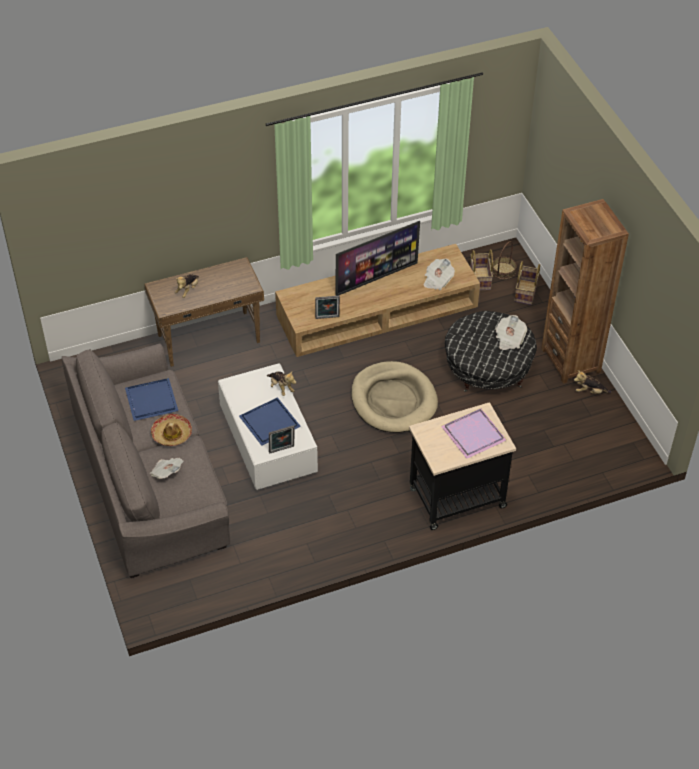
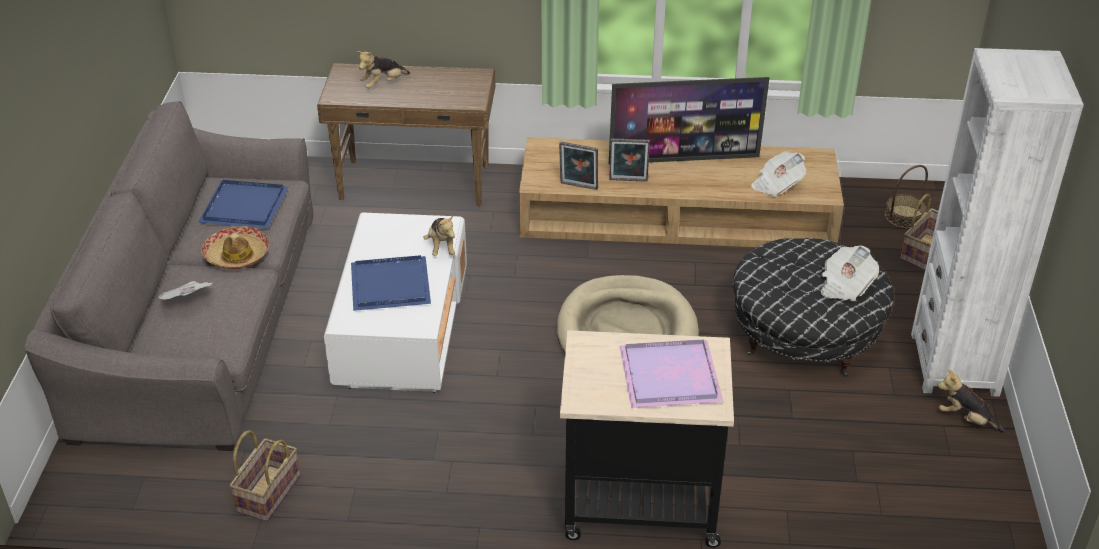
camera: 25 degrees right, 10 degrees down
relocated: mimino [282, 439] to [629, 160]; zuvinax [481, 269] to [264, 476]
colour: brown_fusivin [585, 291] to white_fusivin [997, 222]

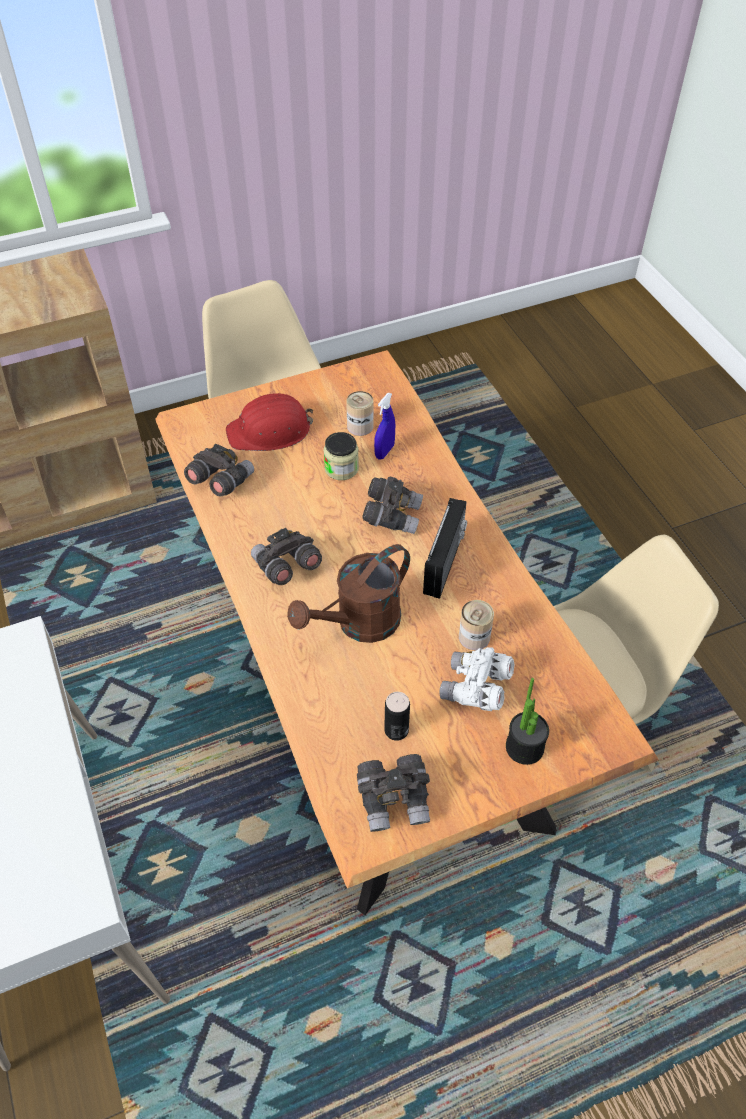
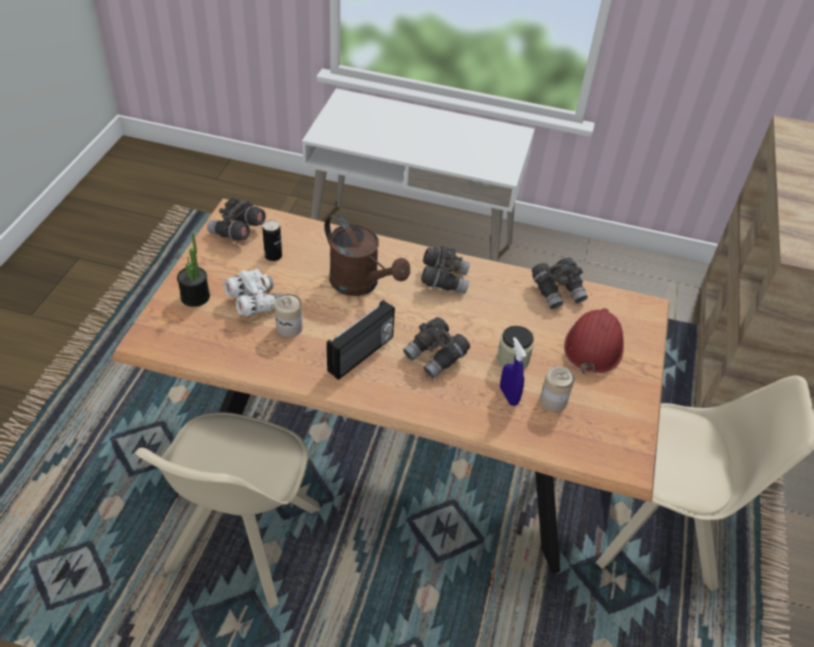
camera: 125 degrees right, 5 degrees down
spun: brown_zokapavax [348, 593] = [367, 255] 135 degrees clockwise; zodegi [445, 548] = [361, 340] 105 degrees counterclockwise

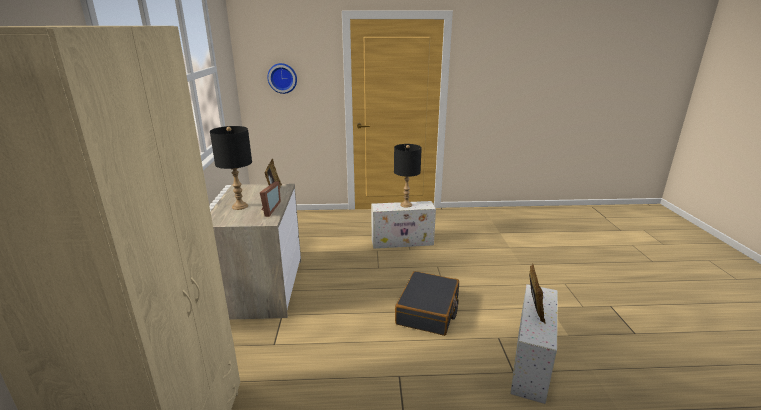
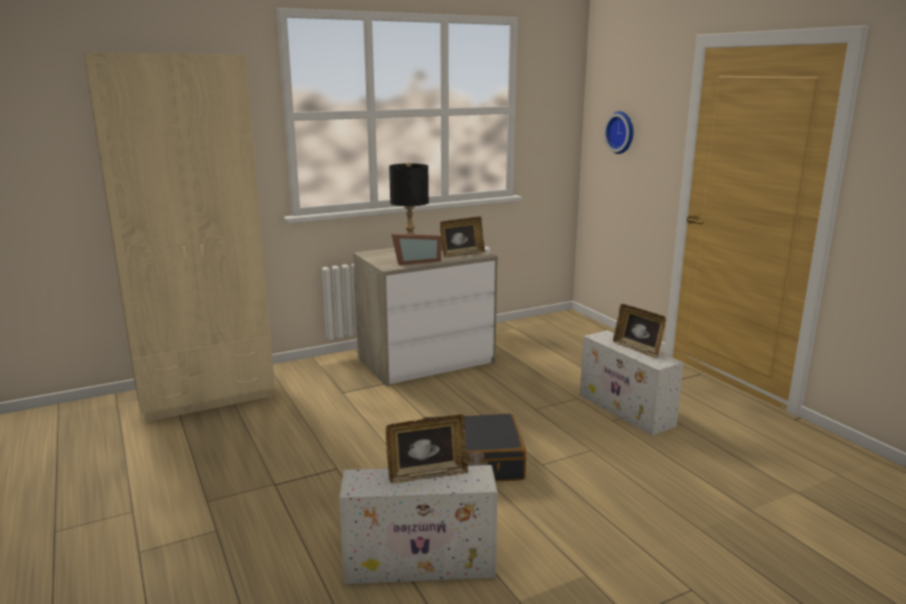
camera: 65 degrees right, 5 degrees down
exchanged: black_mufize [408, 176] to mimino [639, 331]

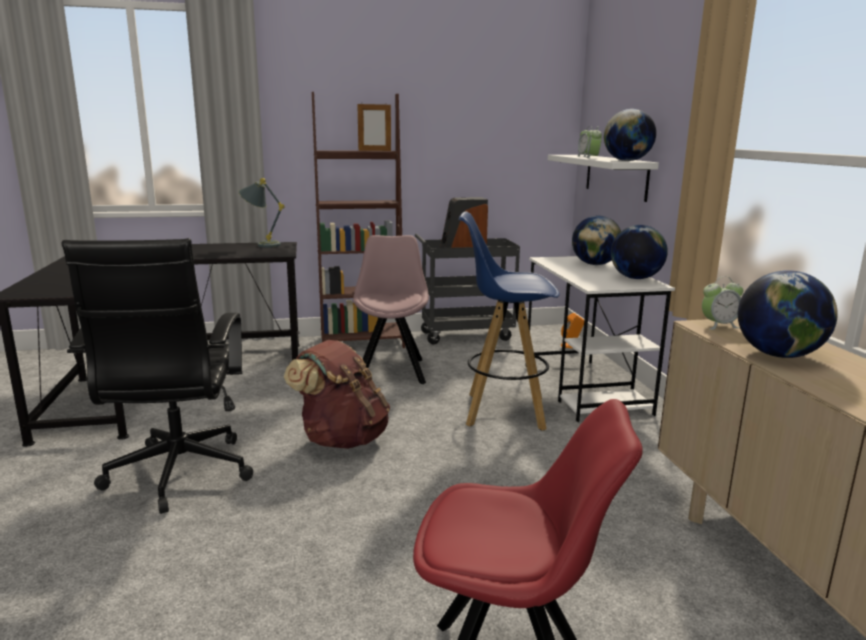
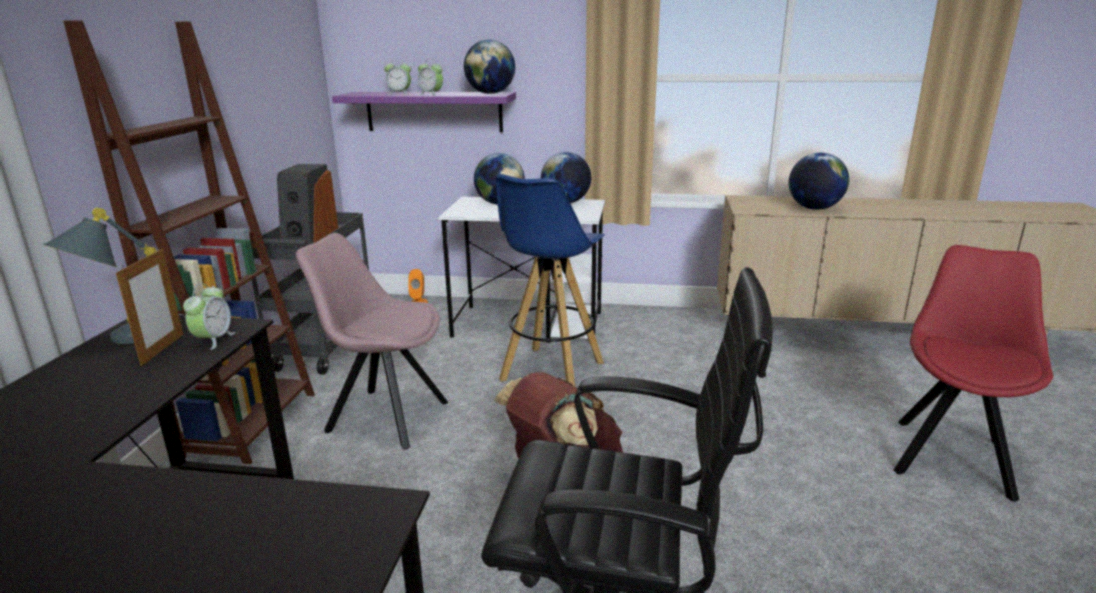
camera: 70 degrees left, 5 degrees up
relocated: mimino [374, 126] to [149, 307]; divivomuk [722, 303] to [209, 316]
colour: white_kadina [603, 178] to purple_kadina [424, 112]

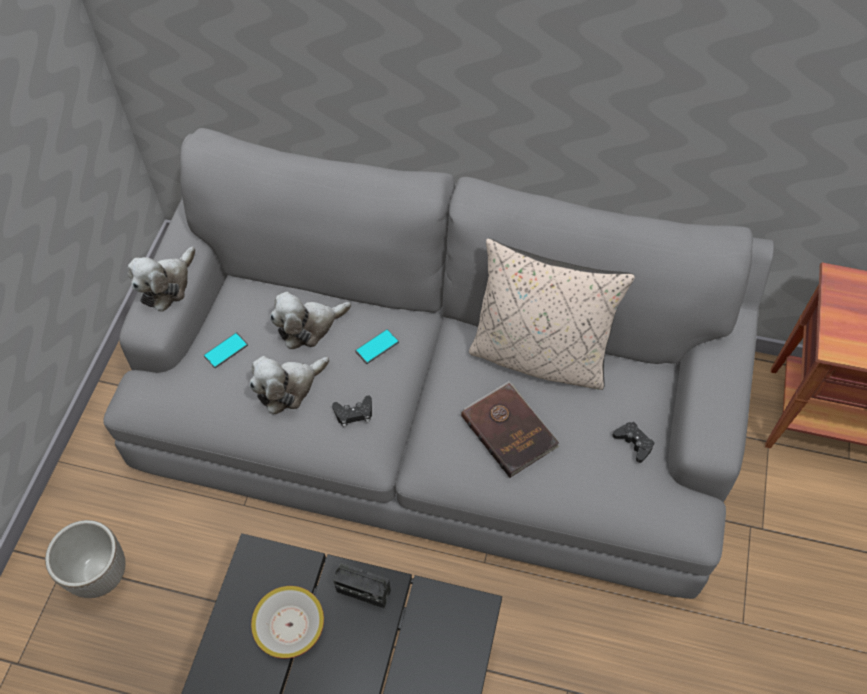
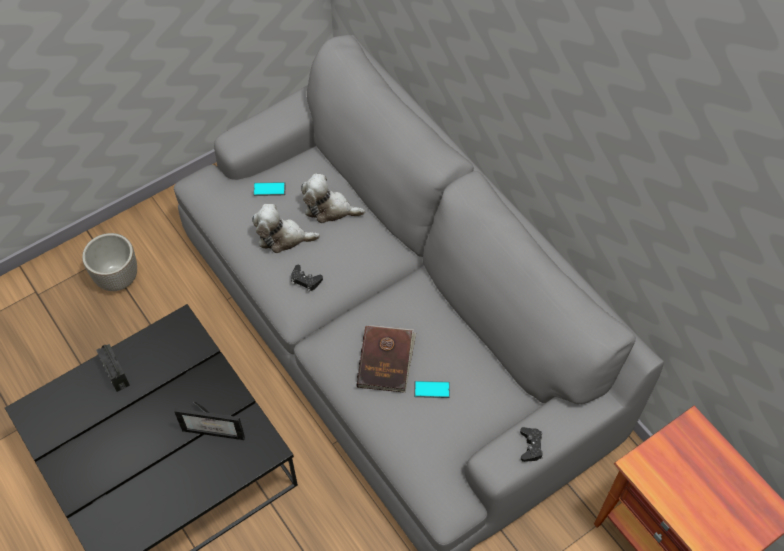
camera: 40 degrees right, 0 degrees up
missing: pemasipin [161, 279]; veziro [287, 622]; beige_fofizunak [552, 314]
appeared: mimino [209, 421]
relocated: zodegi [362, 585] to [113, 368]; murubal [377, 346] to [432, 389]; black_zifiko [633, 442] to [531, 444]

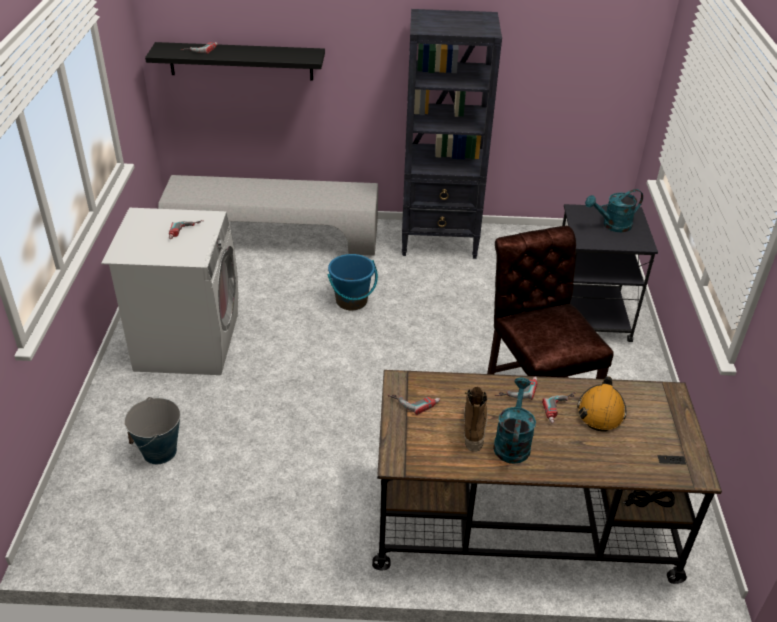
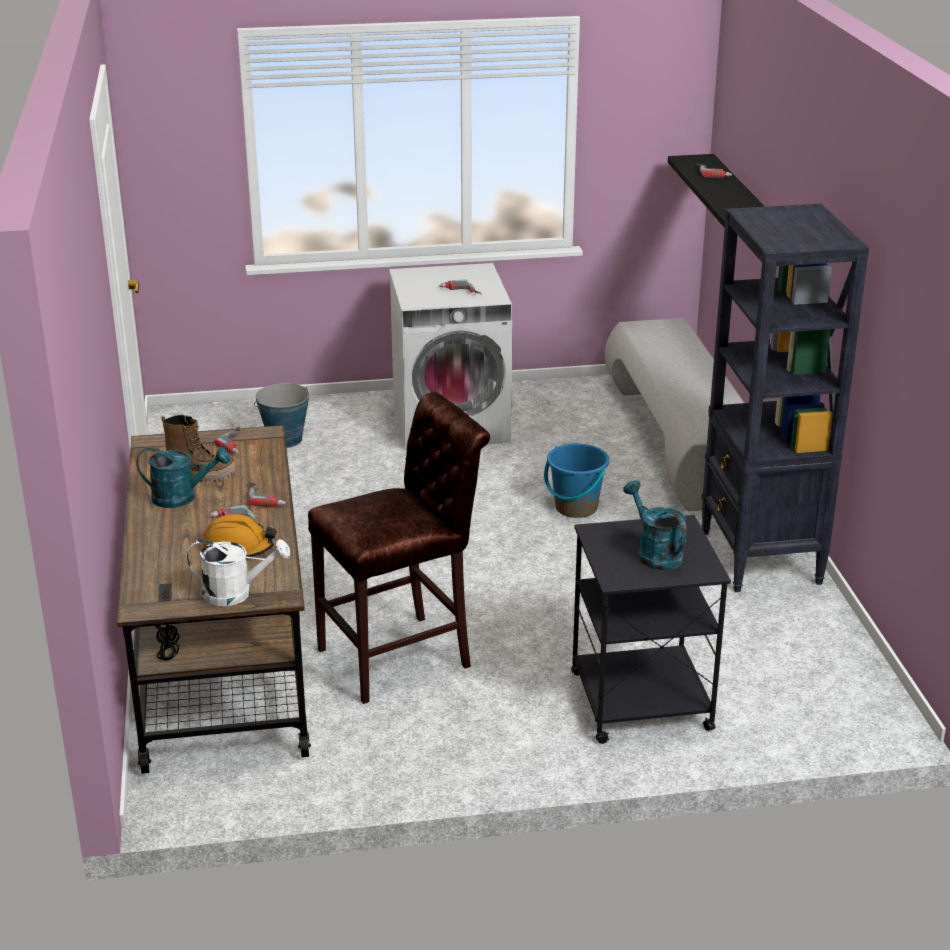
camera: 80 degrees right, 10 degrees down
appeared: white_zokapavax [238, 572]

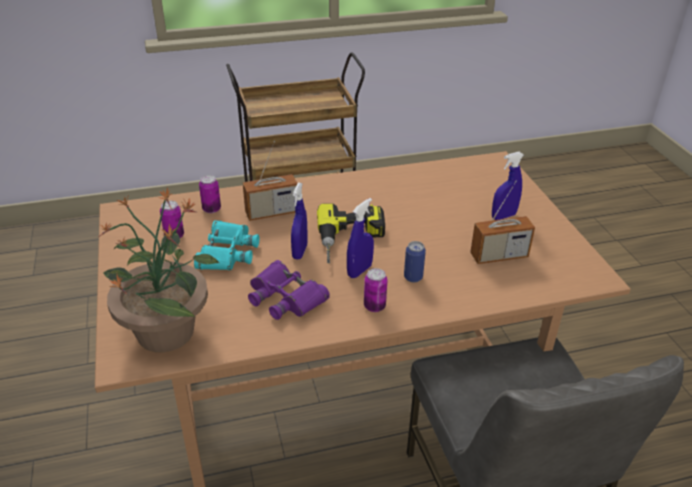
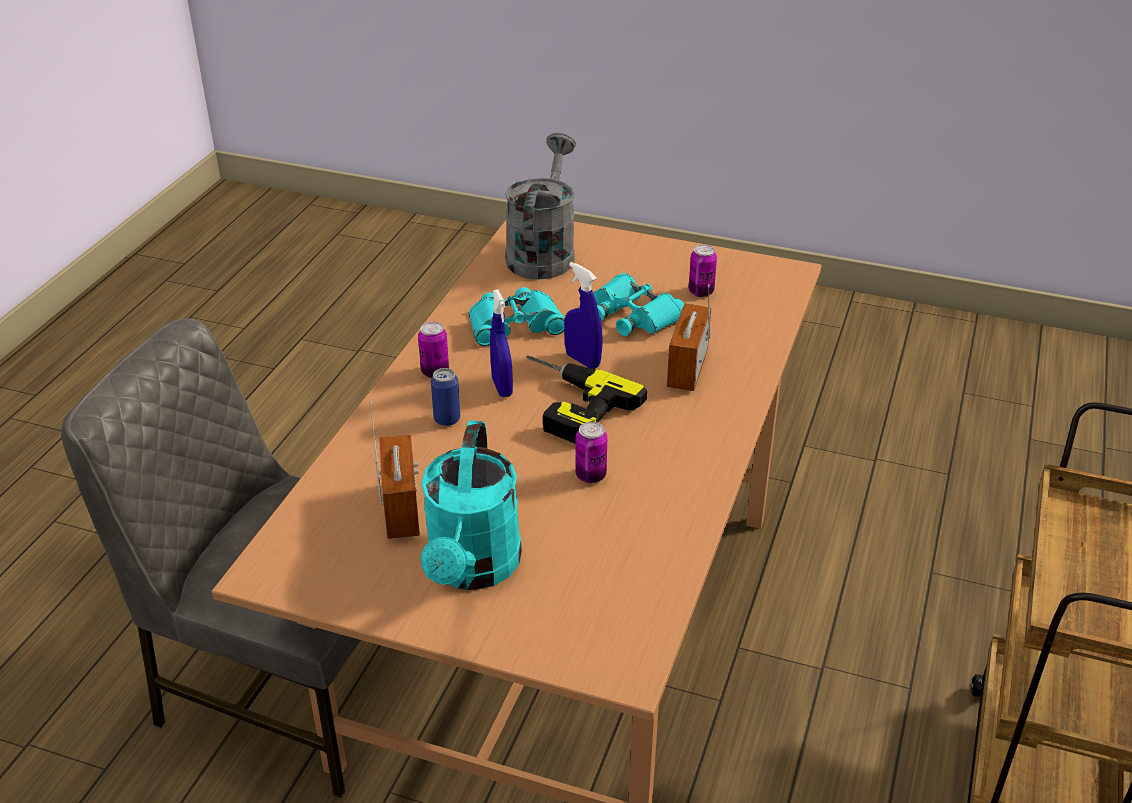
camera: 125 degrees right, 0 degrees up
relocated: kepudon [210, 194] to [591, 452]
exchanged: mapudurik [159, 269] to grey_zokapavax [540, 206]; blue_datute [508, 186] to turquoise_zokapavax [471, 505]
colour: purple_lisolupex [289, 290] to turquoise_lisolupex [516, 316]
spun: zodegi [502, 222] = [395, 470] 150 degrees clockwise

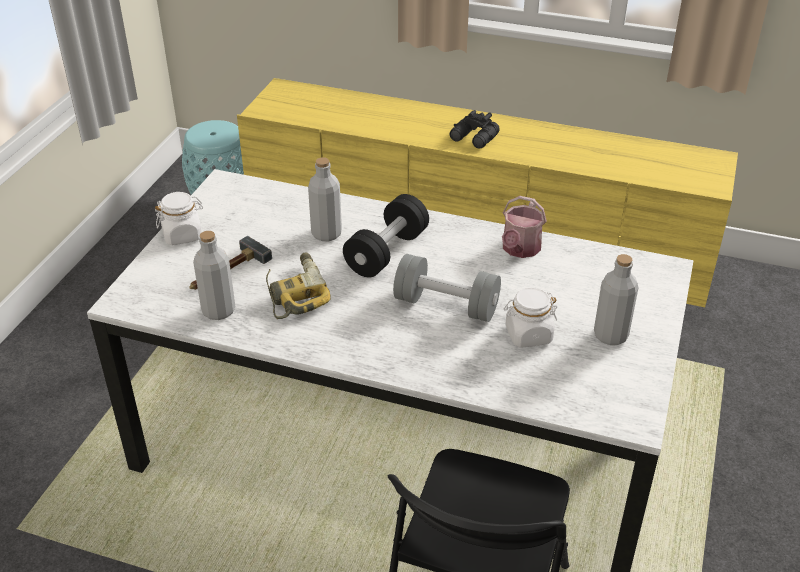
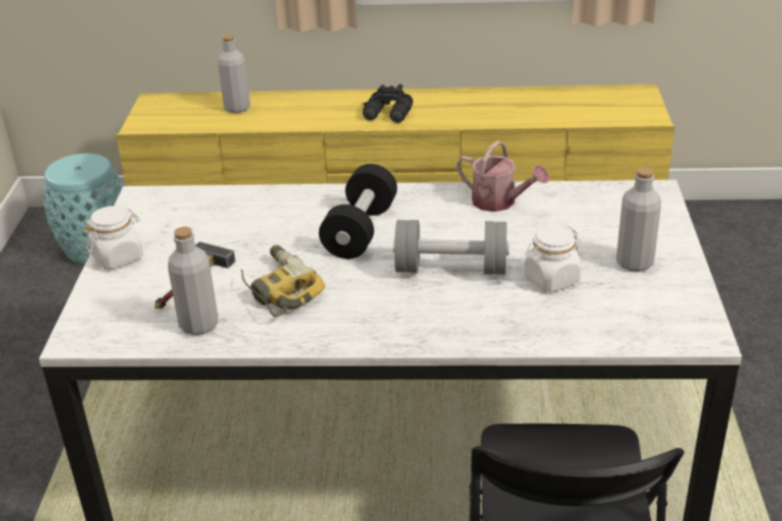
camera: 15 degrees left, 5 degrees down
relocated: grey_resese [325, 199] to [233, 73]
spun: zokapavax [524, 227] = [502, 176] 60 degrees counterclockwise

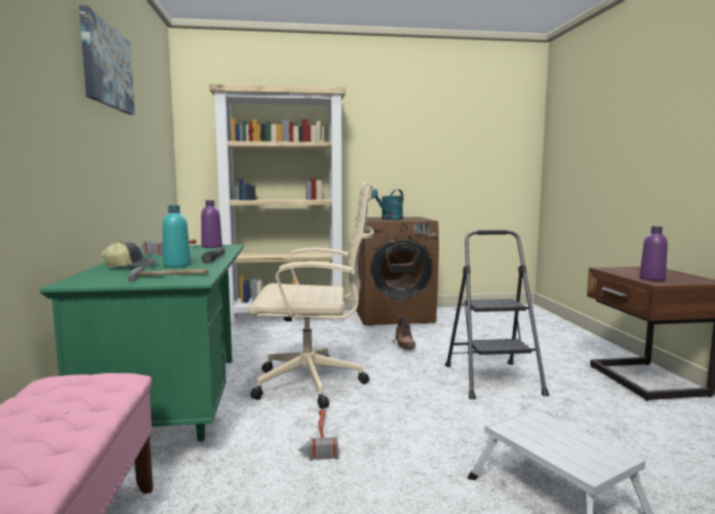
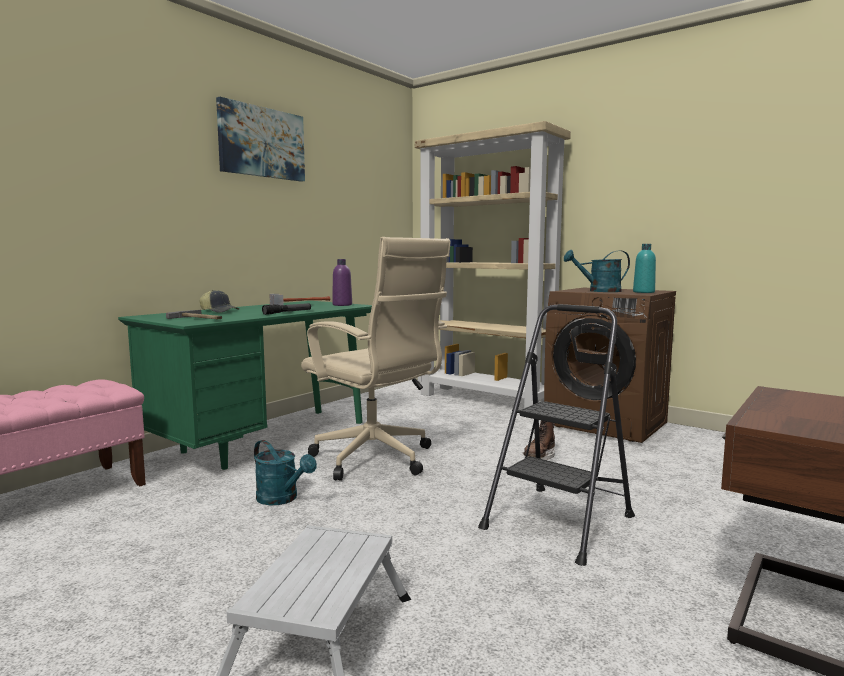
camera: 45 degrees right, 0 degrees up
missing: purple_resese [654, 253]
relocated: turquoise_resese [176, 236] to [644, 268]
exchanged: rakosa [318, 435] to turquoise_zokapavax [285, 472]

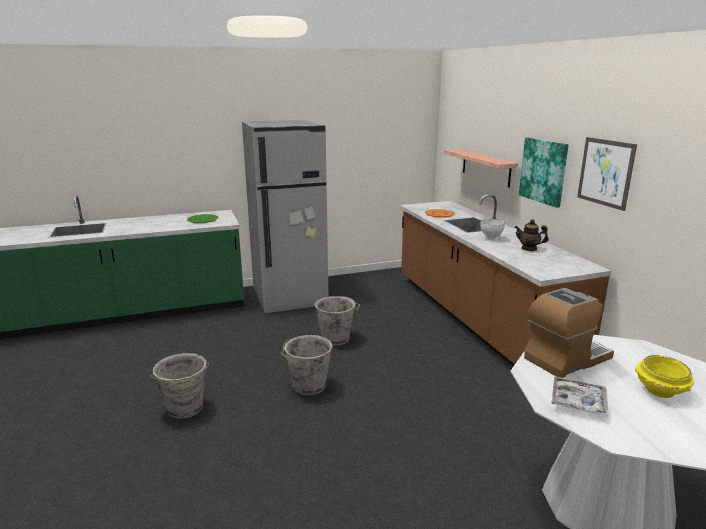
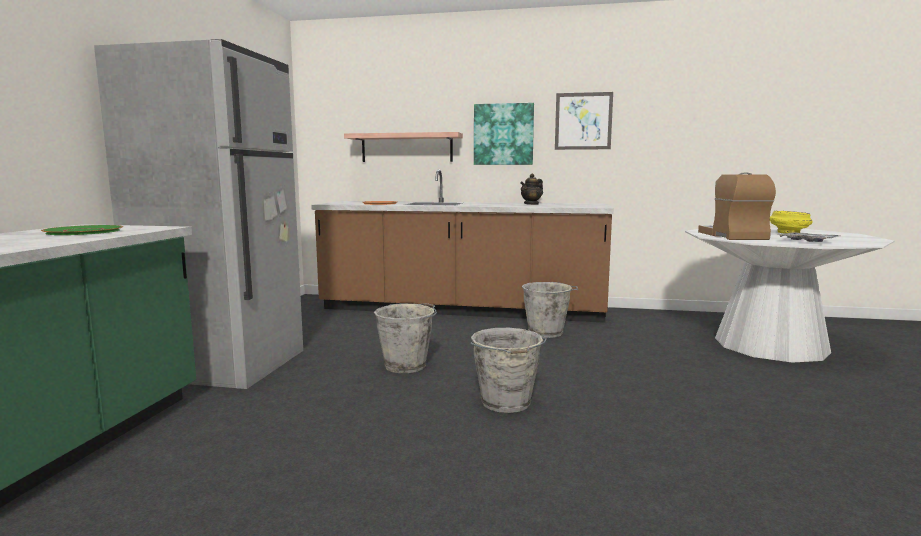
camera: 60 degrees left, 10 degrees down
missing: white_veziro [492, 229]
relocated: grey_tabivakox [179, 386] to [550, 310]

